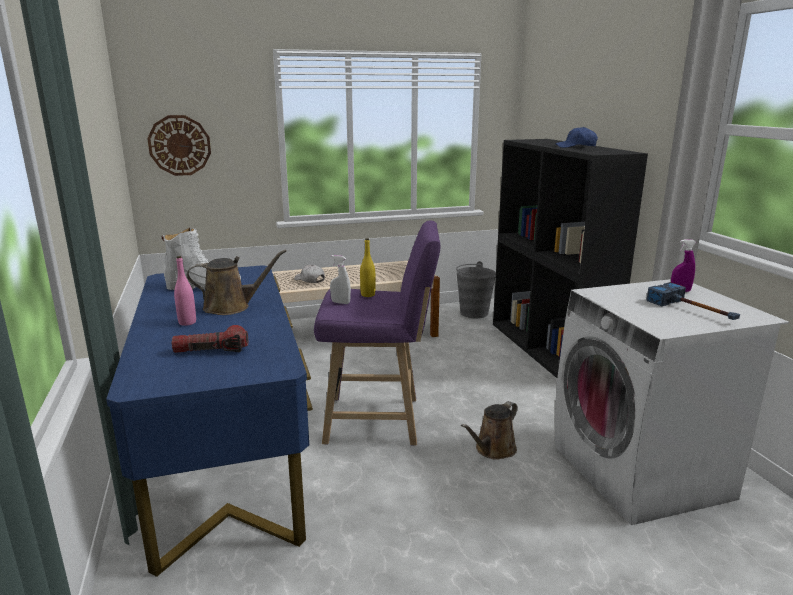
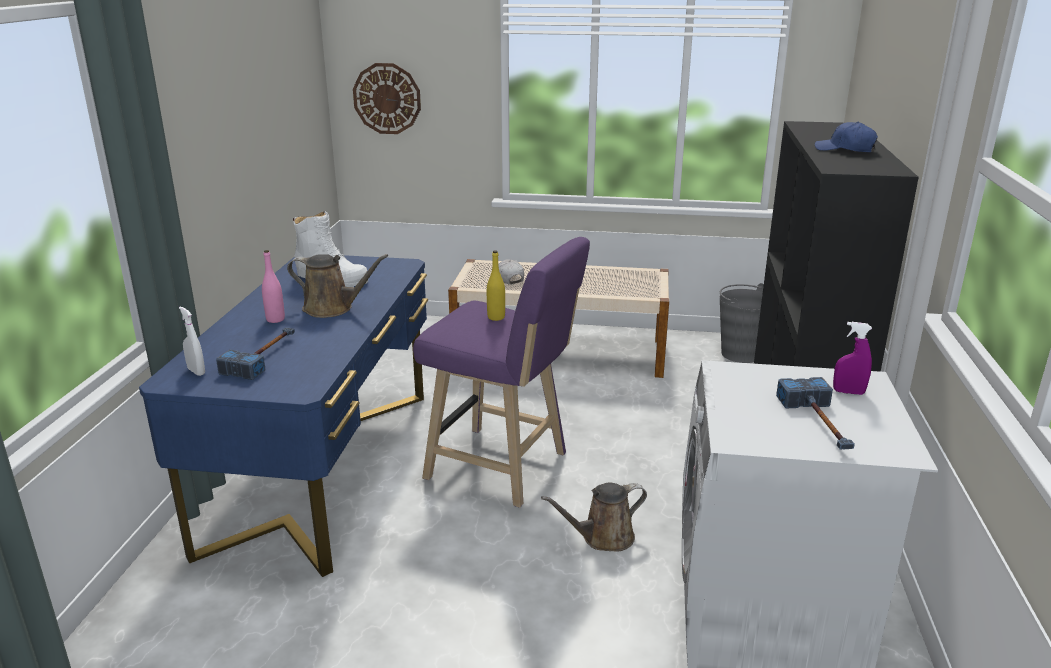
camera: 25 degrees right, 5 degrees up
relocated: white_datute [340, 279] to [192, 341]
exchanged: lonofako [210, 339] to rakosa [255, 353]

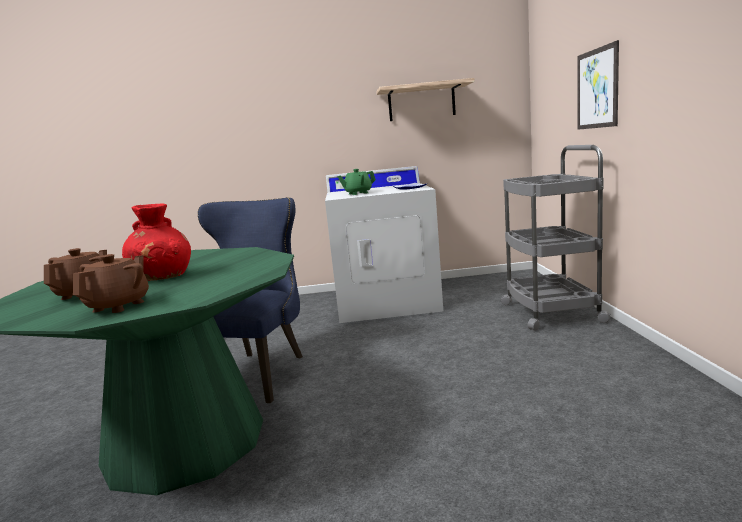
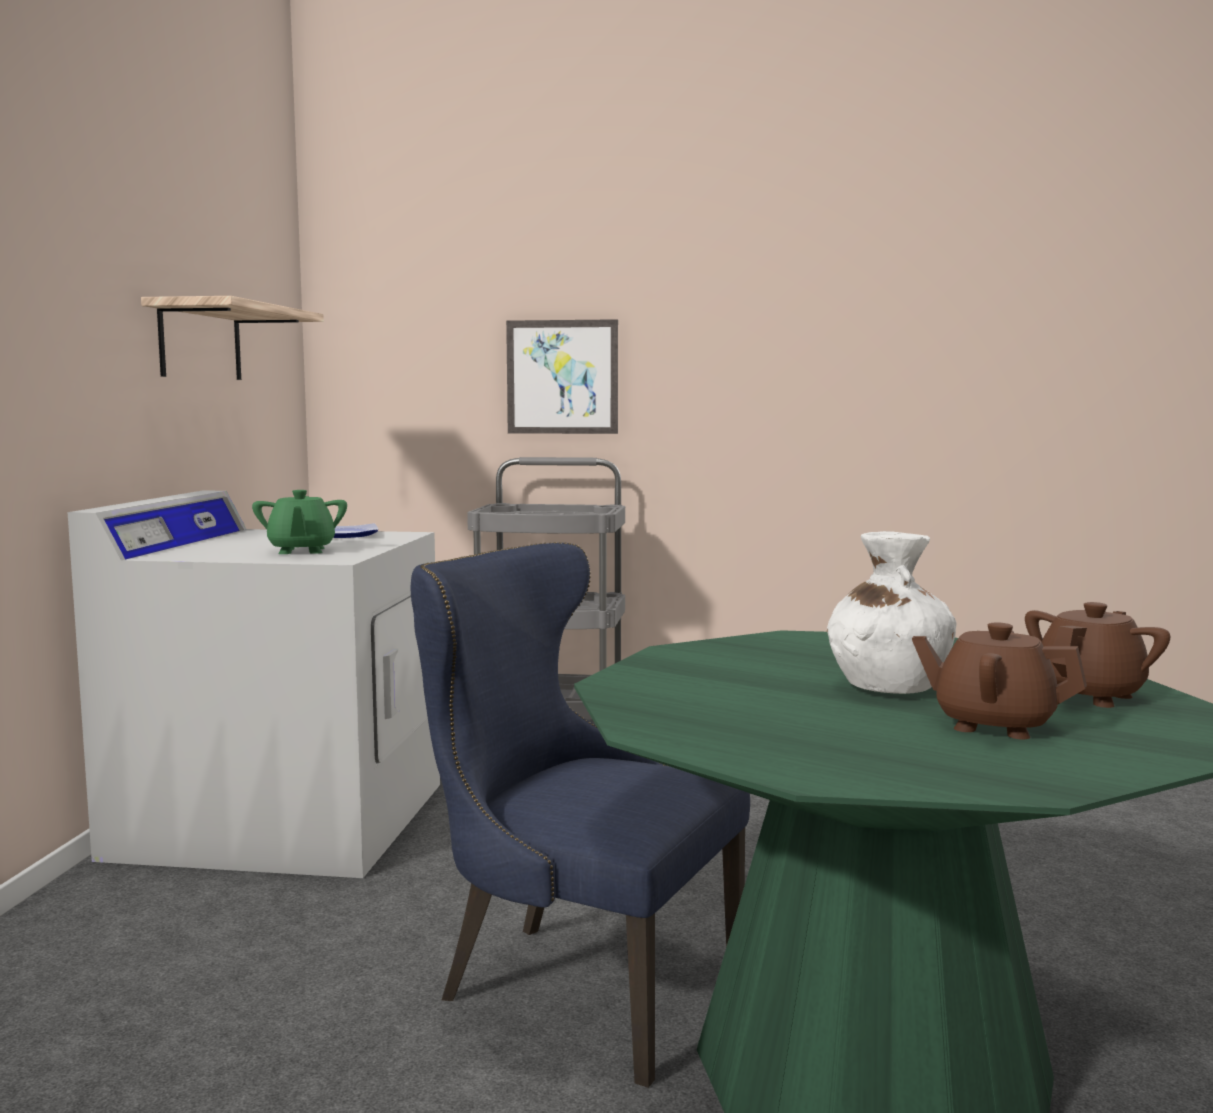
camera: 80 degrees left, 5 degrees down
colour: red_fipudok [156, 242] to white_fipudok [892, 612]
spun: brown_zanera [111, 283] = [1098, 655] 105 degrees clockwise

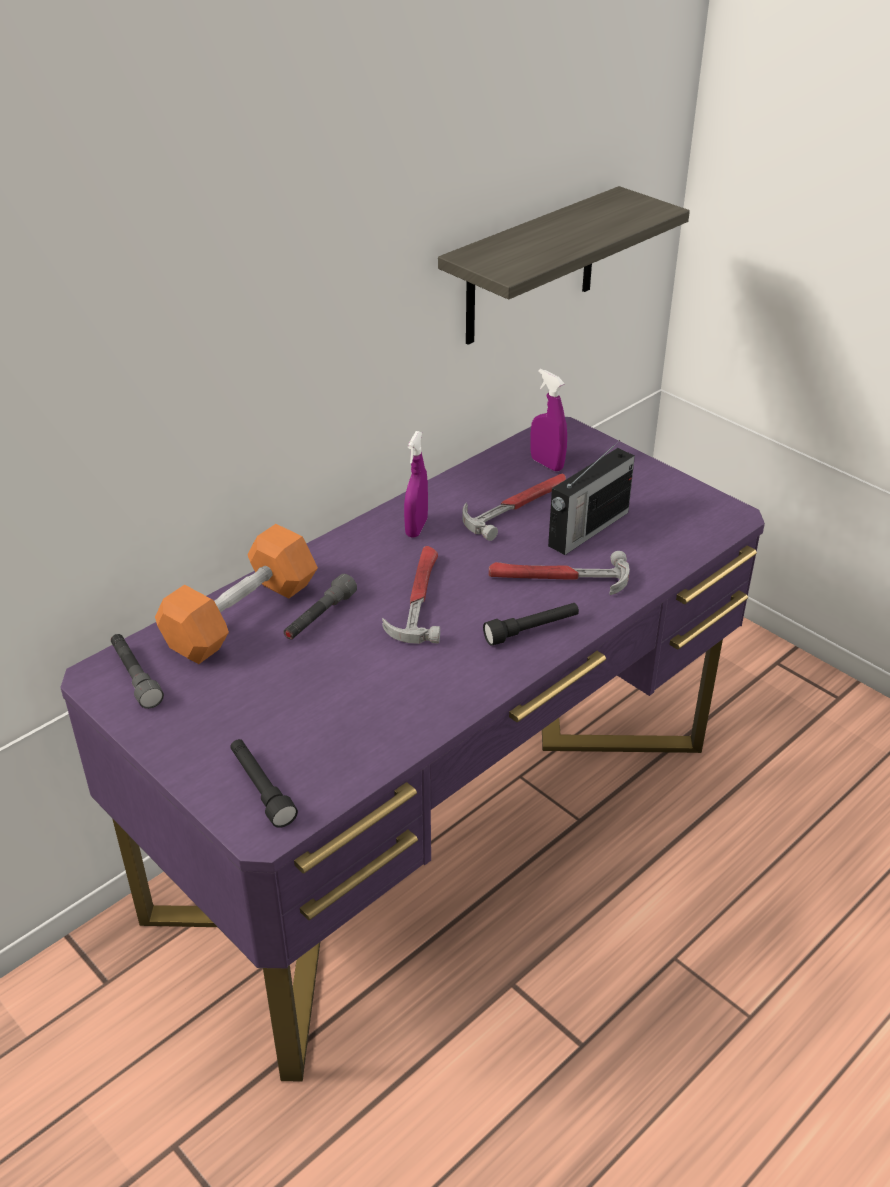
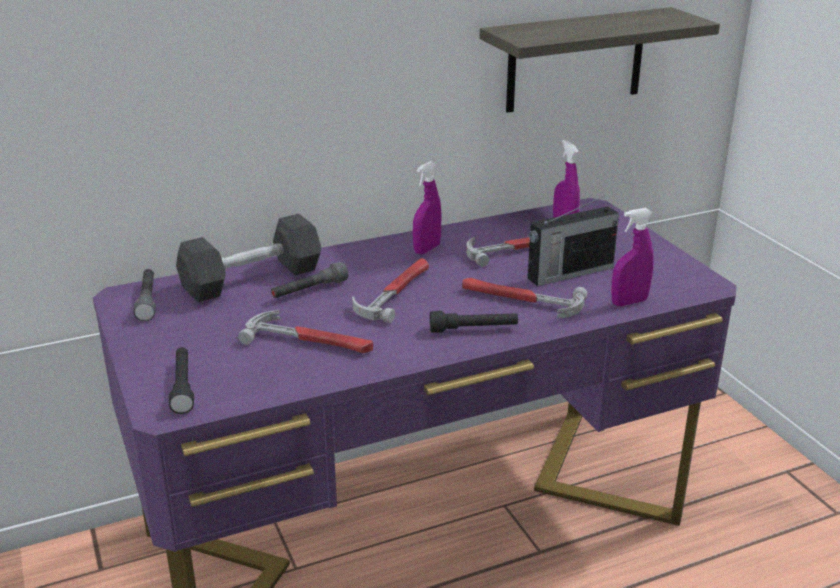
camera: 20 degrees right, 10 degrees down
appeared: rakosa [305, 331]; purple_datute [632, 257]
colour: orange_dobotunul [236, 594] to black_dobotunul [248, 258]

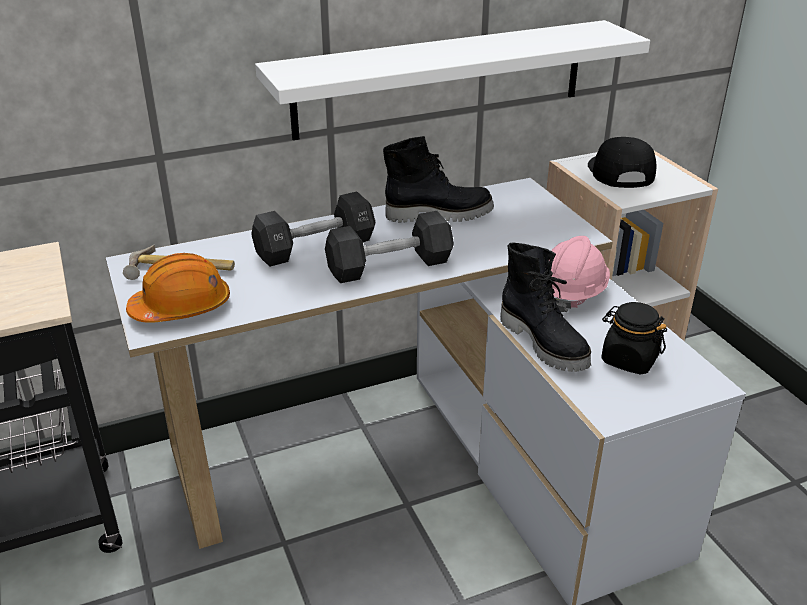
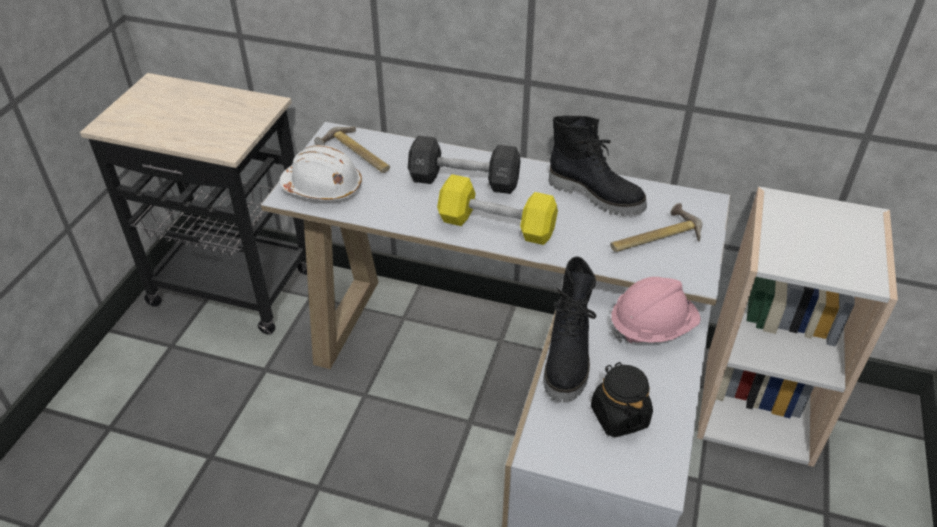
camera: 40 degrees right, 10 degrees up
missing: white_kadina [452, 80]; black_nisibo [622, 162]
appeared: rakosa [656, 227]
colour: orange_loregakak [178, 288] to white_loregakak [320, 173]; black_dobotunul [389, 247] to yellow_dobotunul [497, 209]

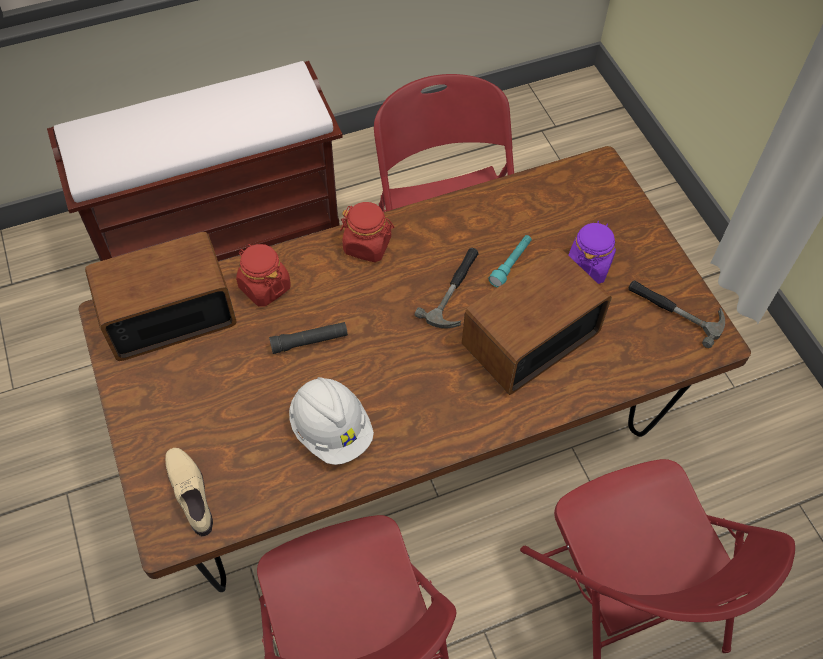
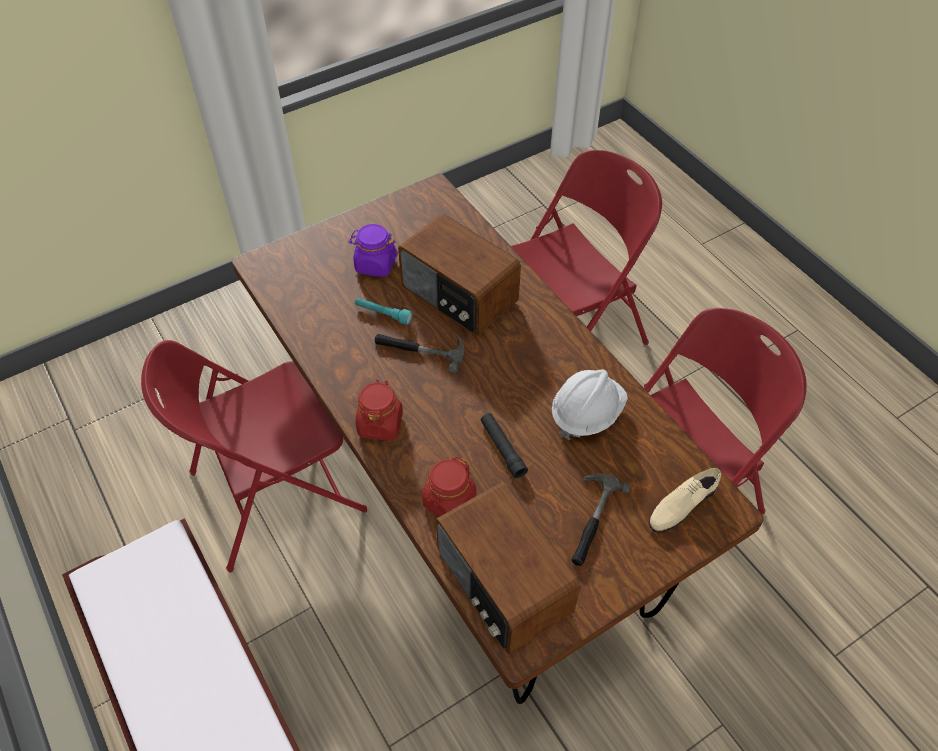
camera: 100 degrees left, 5 degrees down
relocated: rakosa [677, 314] to [601, 519]

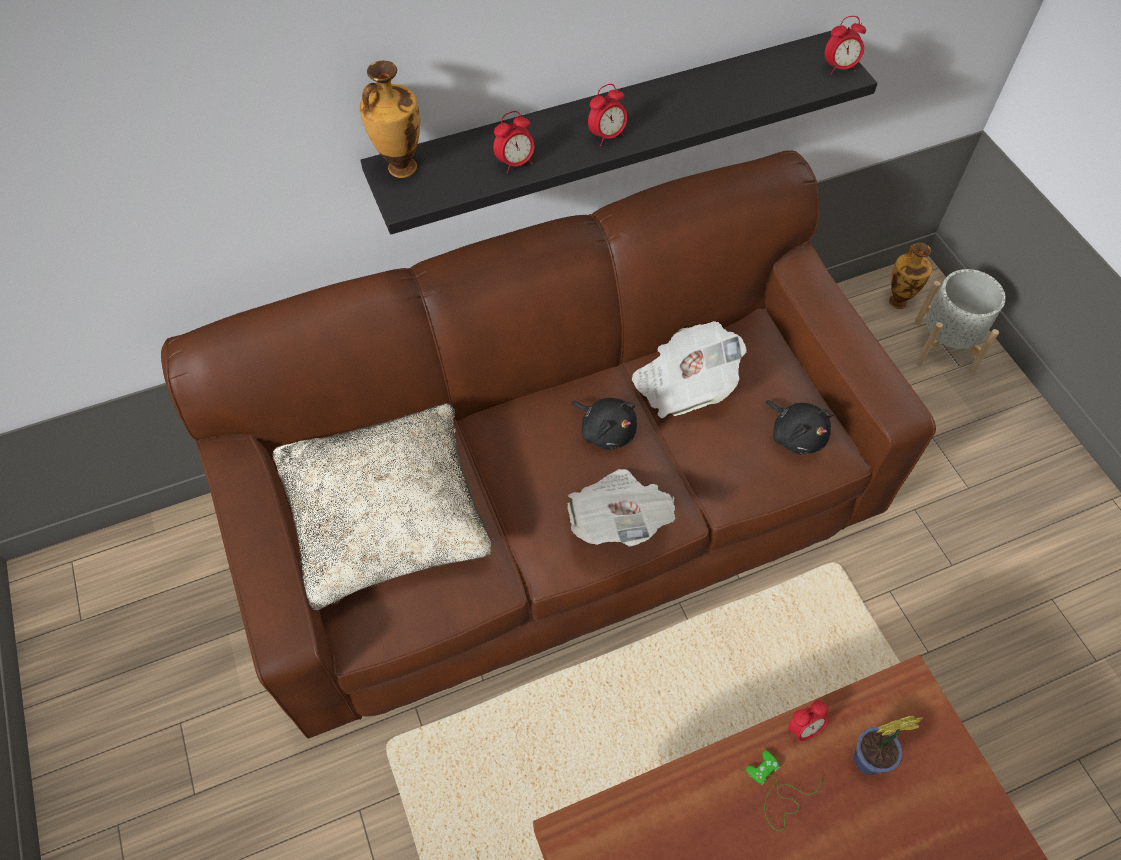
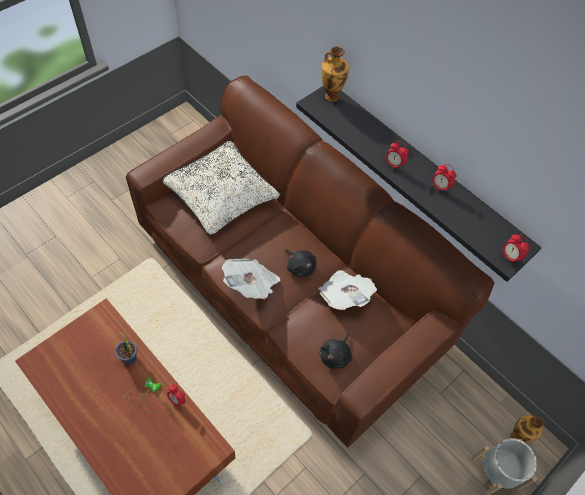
camera: 65 degrees right, 0 degrees up
relocated: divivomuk [513, 142] to [444, 179]; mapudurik [888, 745] to [126, 348]
spun: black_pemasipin [604, 424] = [301, 263] 60 degrees counterclockwise

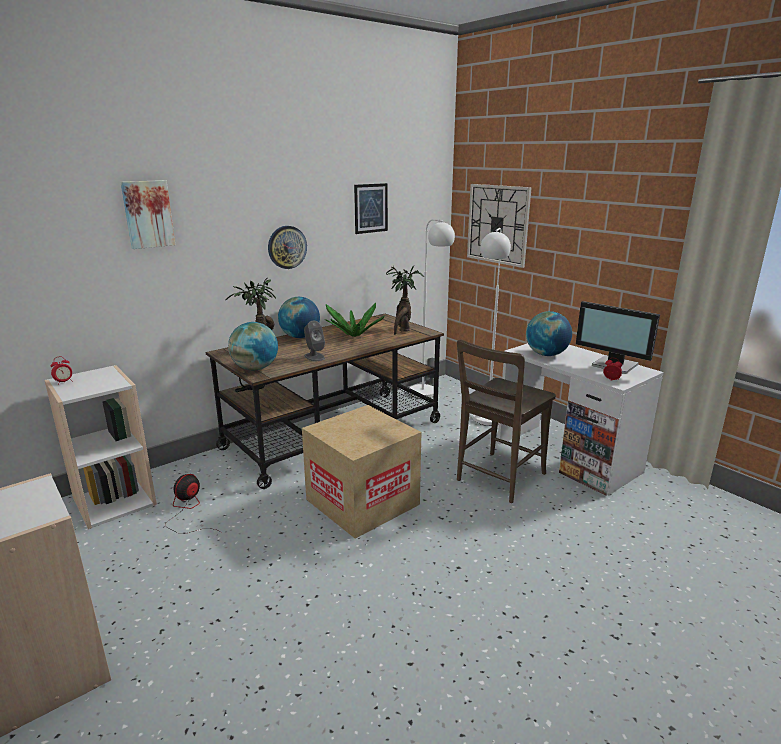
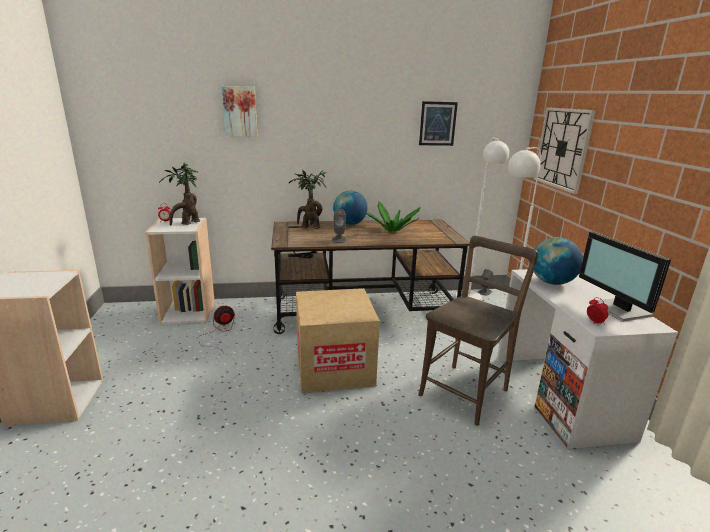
camera: 30 degrees right, 0 degrees up
missing: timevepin [253, 346]; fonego [287, 247]
relocated: mapudurik [405, 300] to [179, 193]
spun: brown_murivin [506, 421] = [478, 331] 150 degrees clockwise

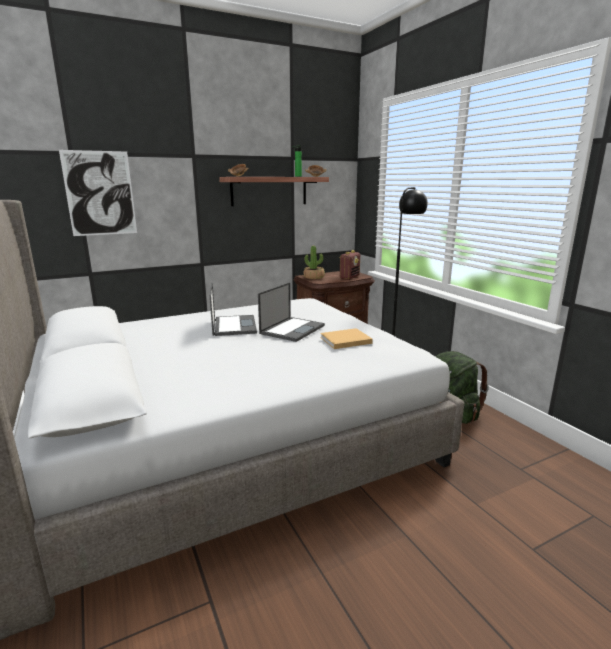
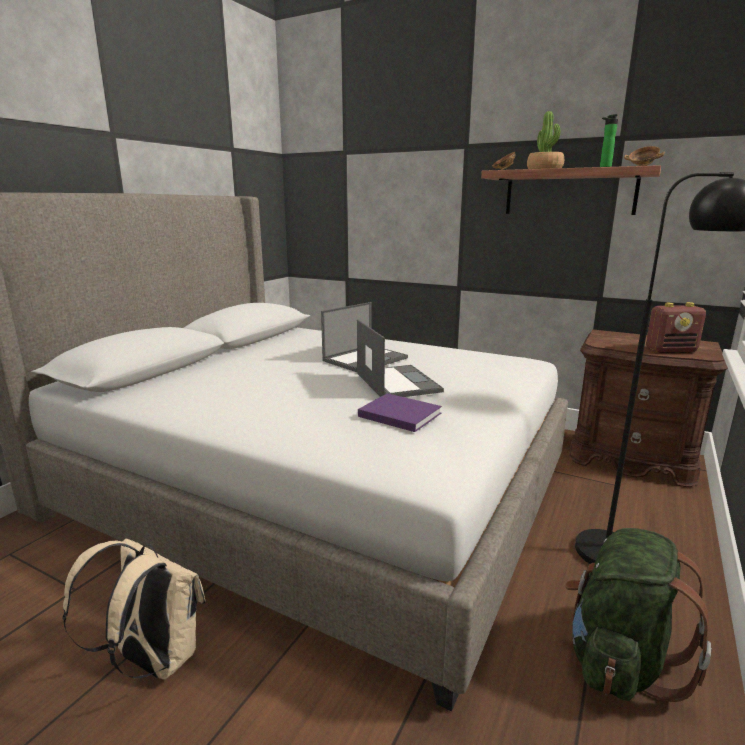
camera: 55 degrees right, 0 degrees up
missing: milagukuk [98, 193]
appeared: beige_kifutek [134, 609]
relocated: mapudurik [314, 262] to [545, 140]
colour: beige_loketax [346, 338] to purple_loketax [400, 412]
spun: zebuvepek [291, 312] = [400, 358] 105 degrees counterclockwise

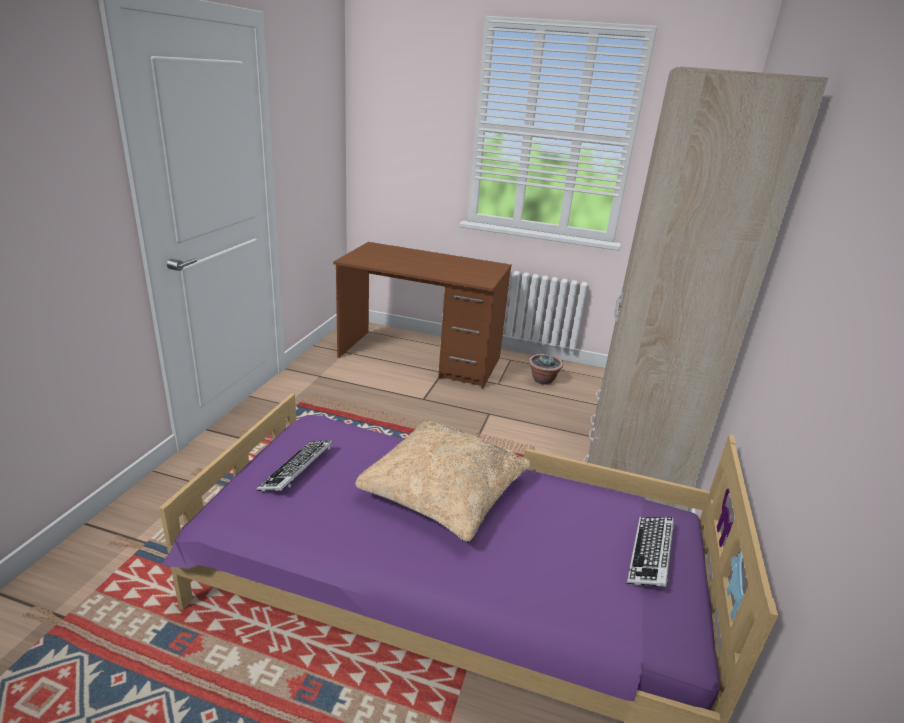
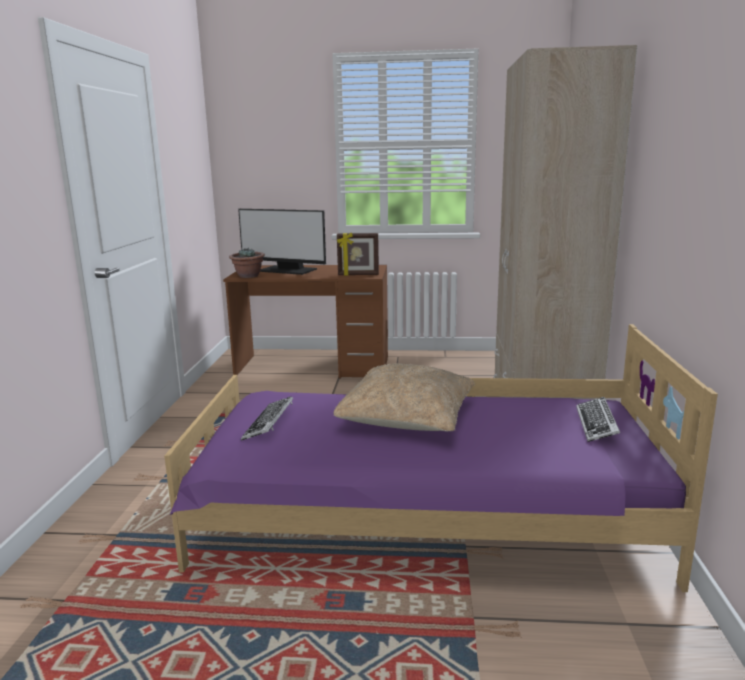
camera: 10 degrees left, 10 degrees down
appeared: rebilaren [282, 242]; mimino [358, 254]
relocated: mapudurik [546, 369] to [247, 263]

